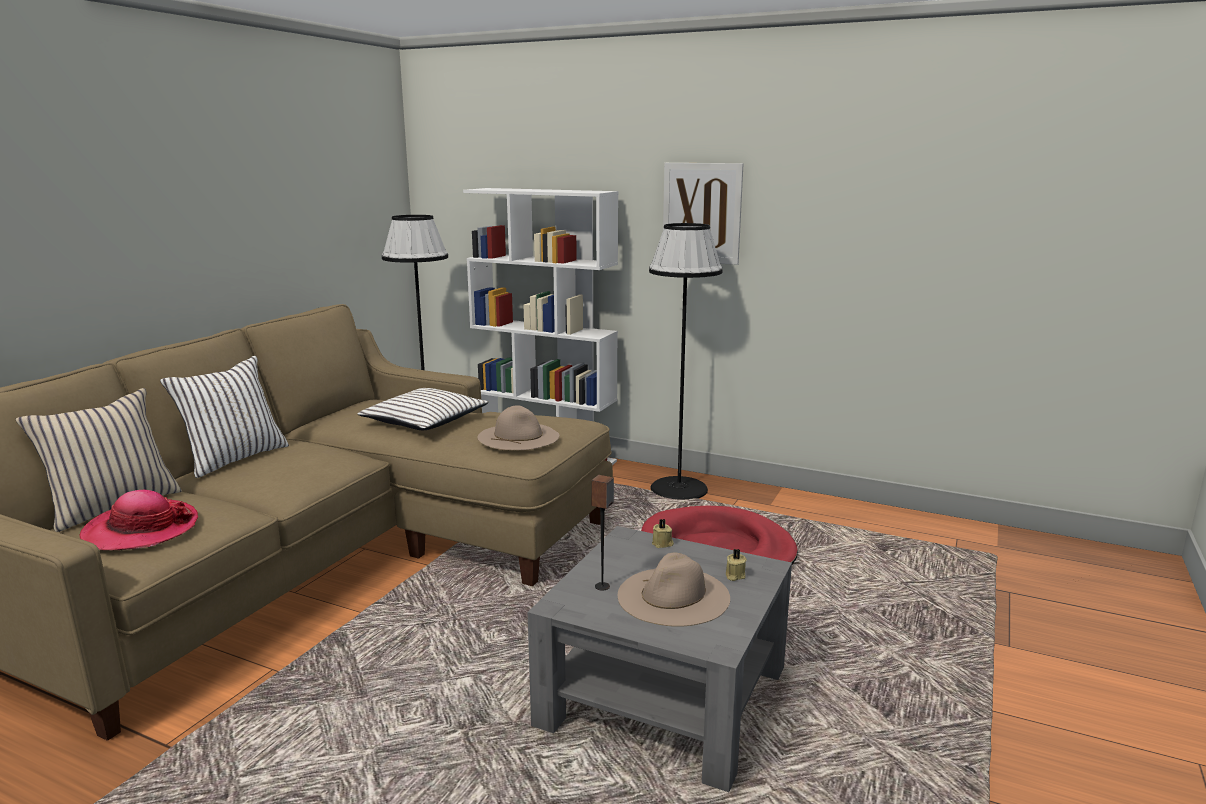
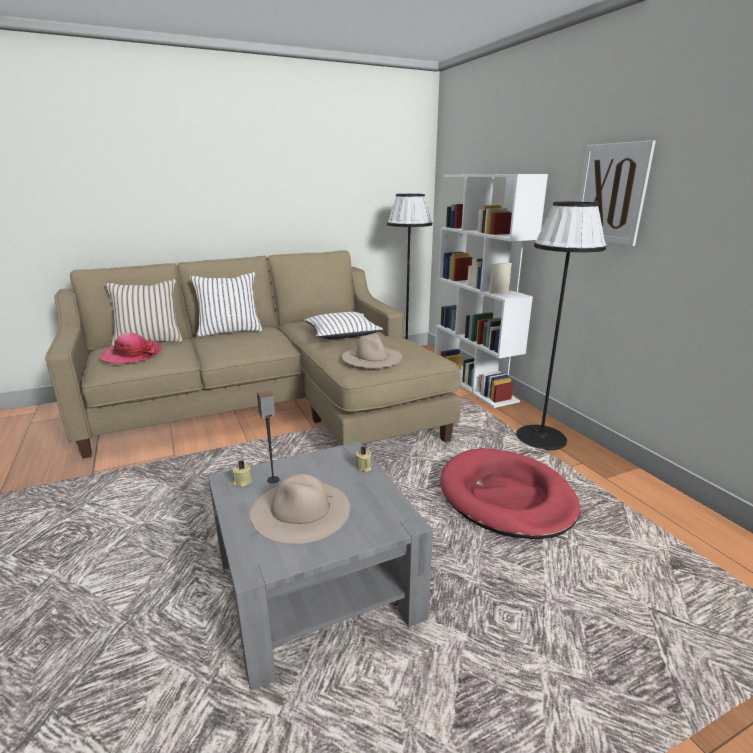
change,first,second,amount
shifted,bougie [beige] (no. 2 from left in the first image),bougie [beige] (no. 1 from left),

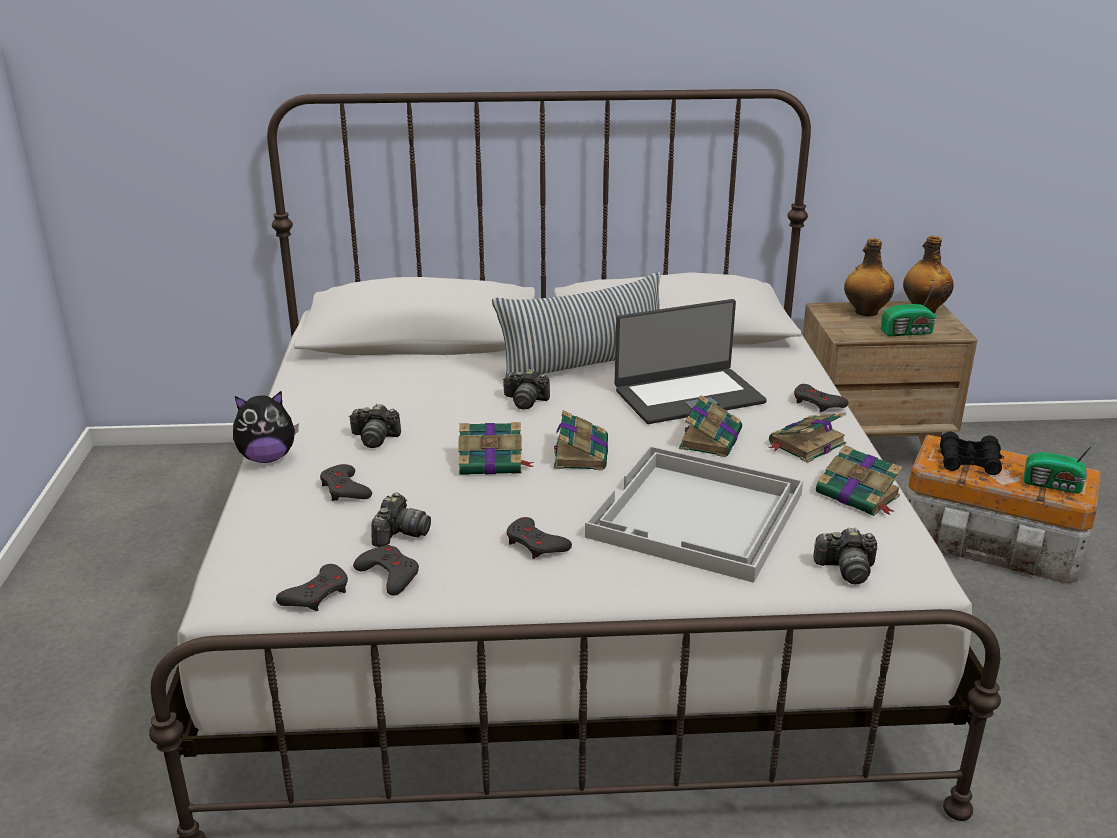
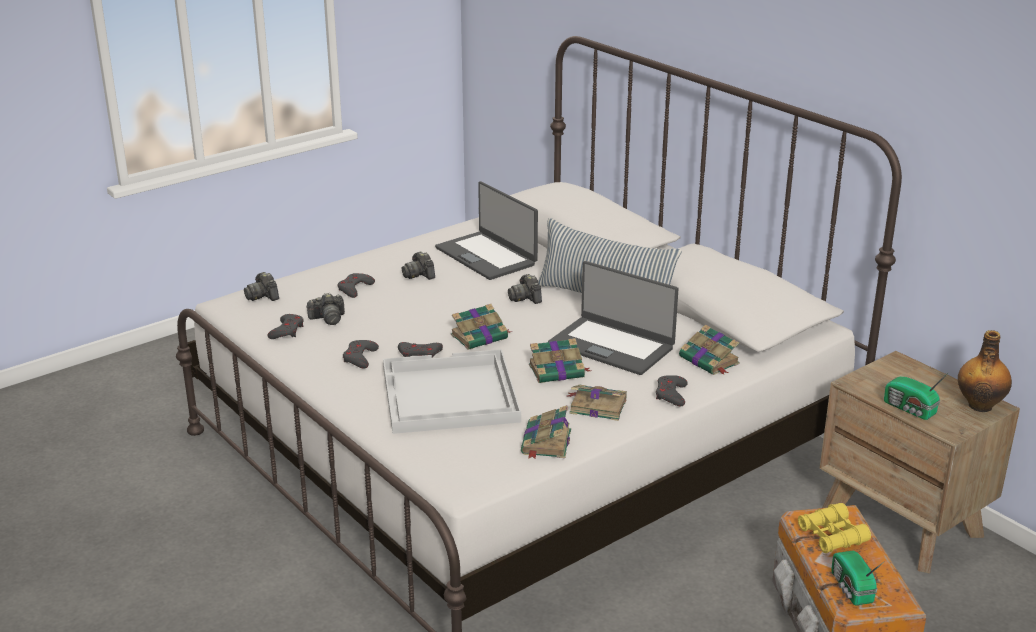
change,first,second,amount
gone,peluche,,
shifted,manette [gris] (no. 1 from left in the first image),manette [gris] (no. 4 from left),
shifted,livre (no. 1 from left in the first image),livre (no. 5 from left),
shifted,appareil photo (no. 4 from left in the first image),appareil photo (no. 1 from left),
gone,bouteille (no. 1 from left),,
repainted,jumelles [noir],jumelles [jaune],
new,,ordinateur portable (no. 1 from left),

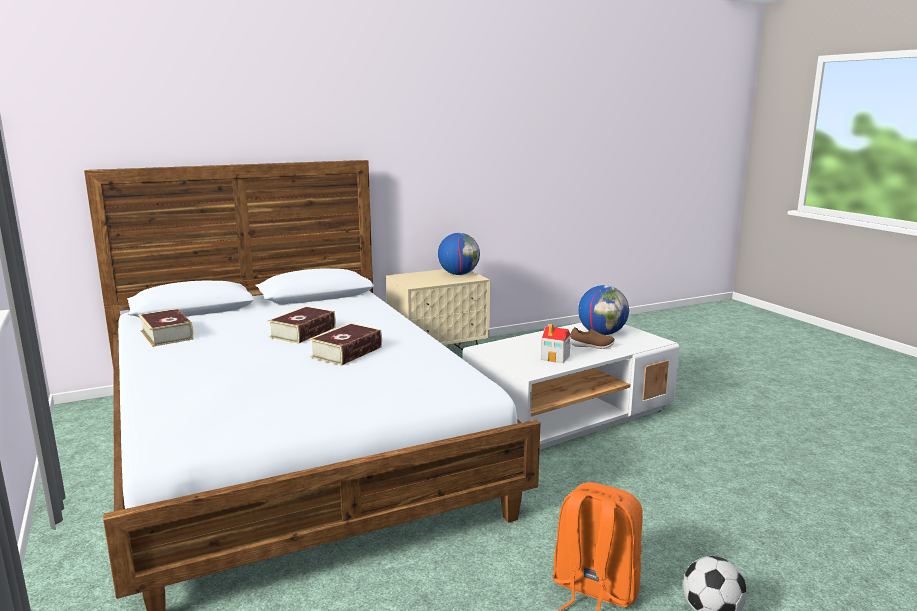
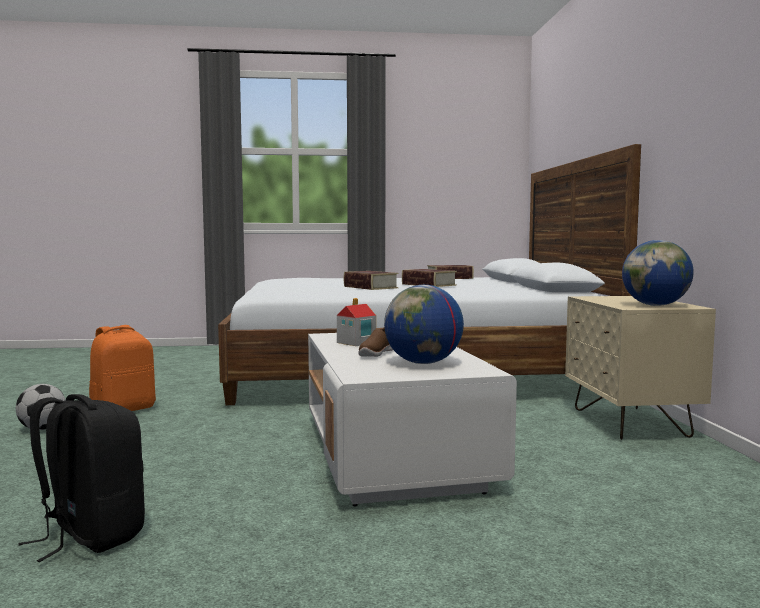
change,first,second,amount
new,,sac à dos [noir],

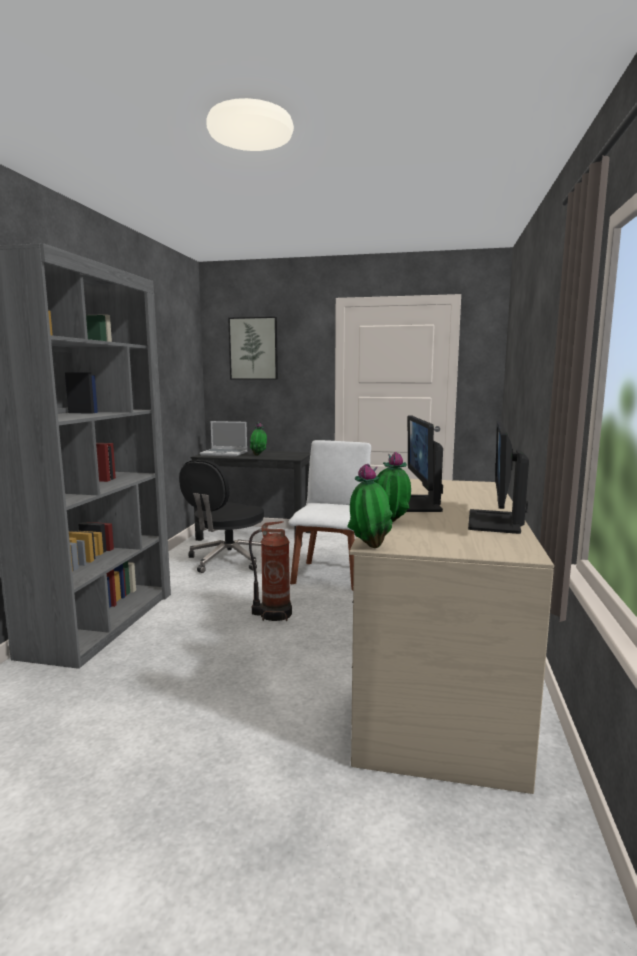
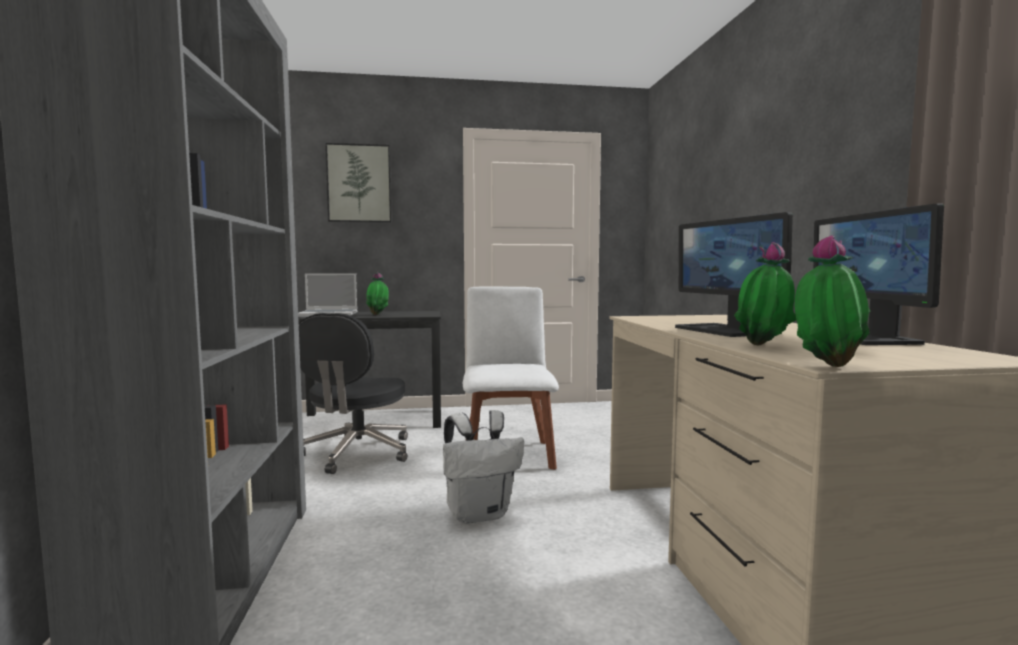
change,first,second,amount
swapped,extincteur,sac à dos [blanc],

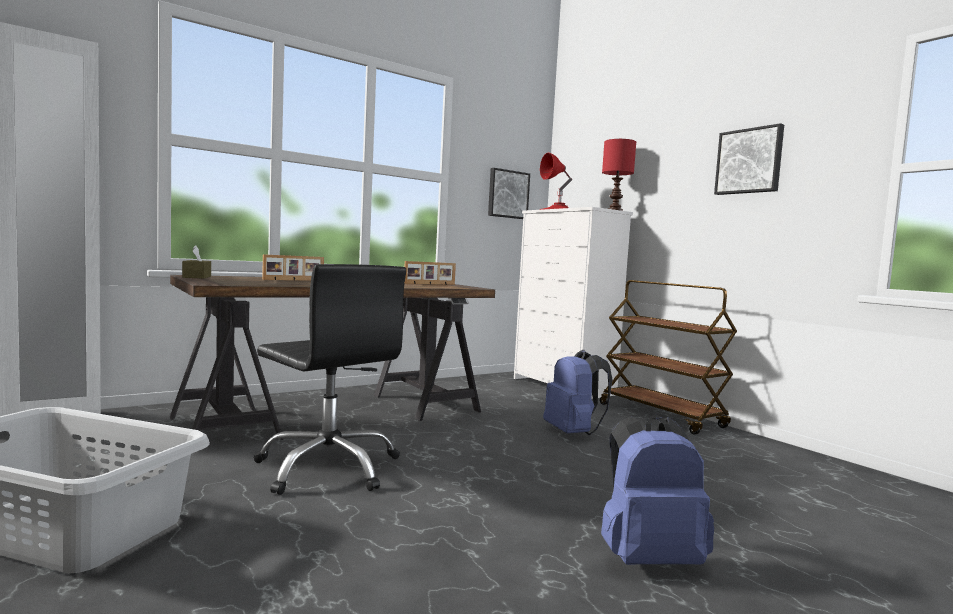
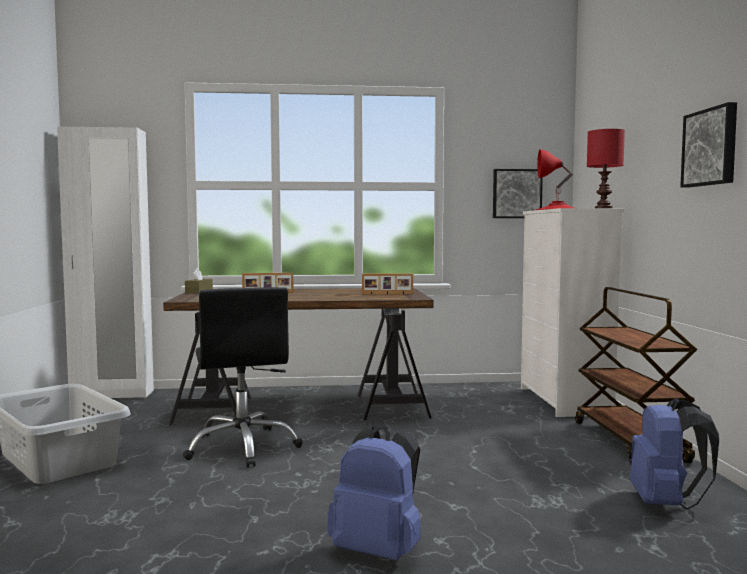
change,first,second,amount
shifted,sac à dos [bleu] (no. 1 from left in the first image),sac à dos [bleu] (no. 2 from left),

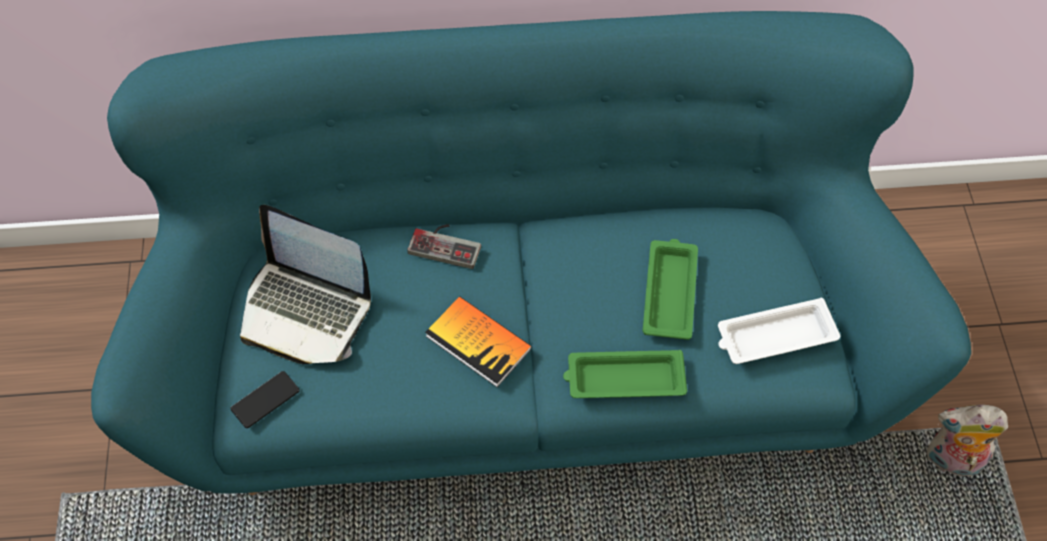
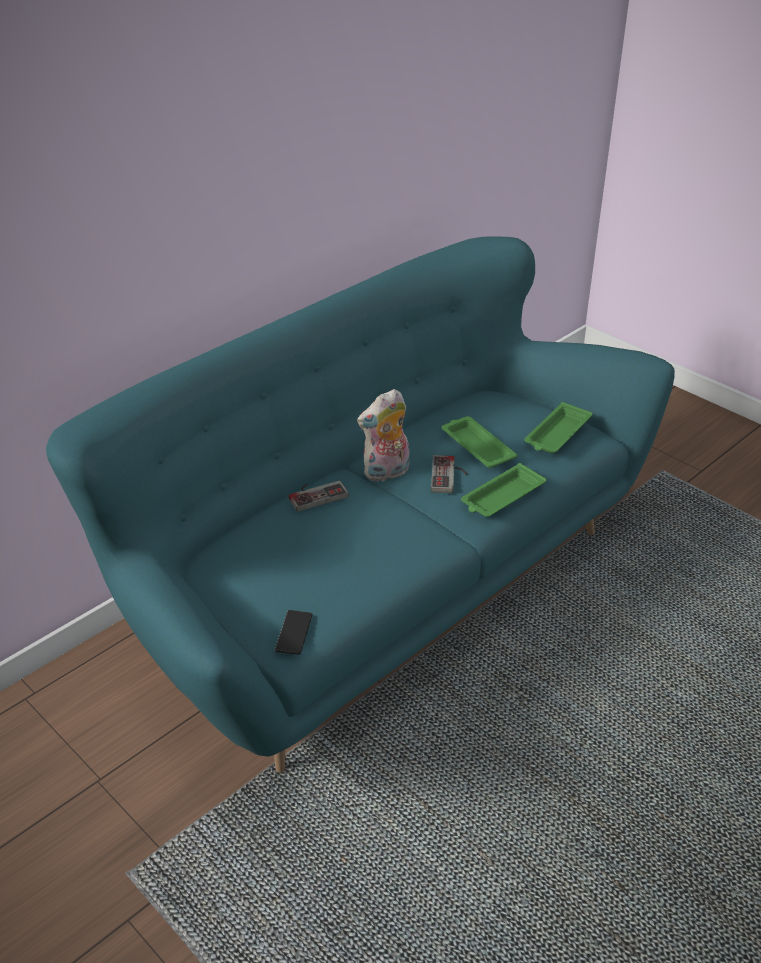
change,first,second,amount
gone,ordinateur portable,,
gone,livre,,
repainted,plateau [blanc],plateau [vert] (no. 3 from left),
shifted,peluche,,
new,,manette (no. 2 from left),

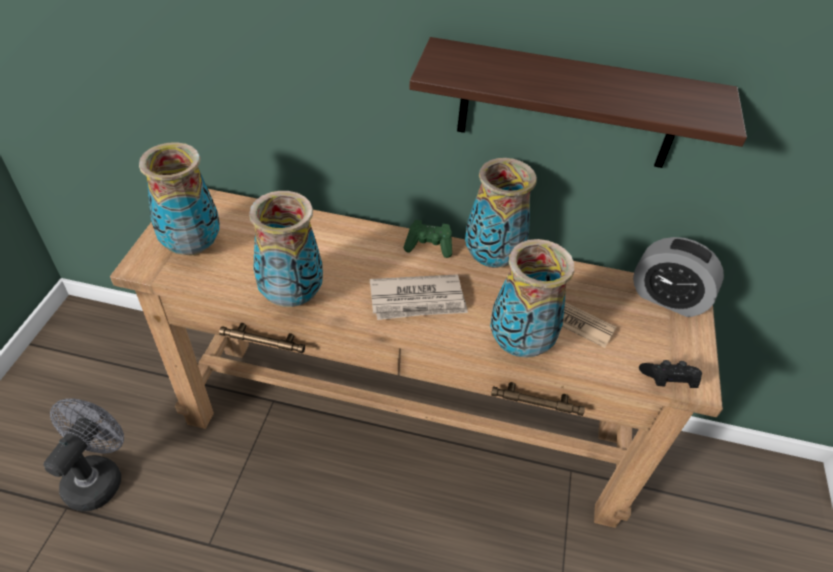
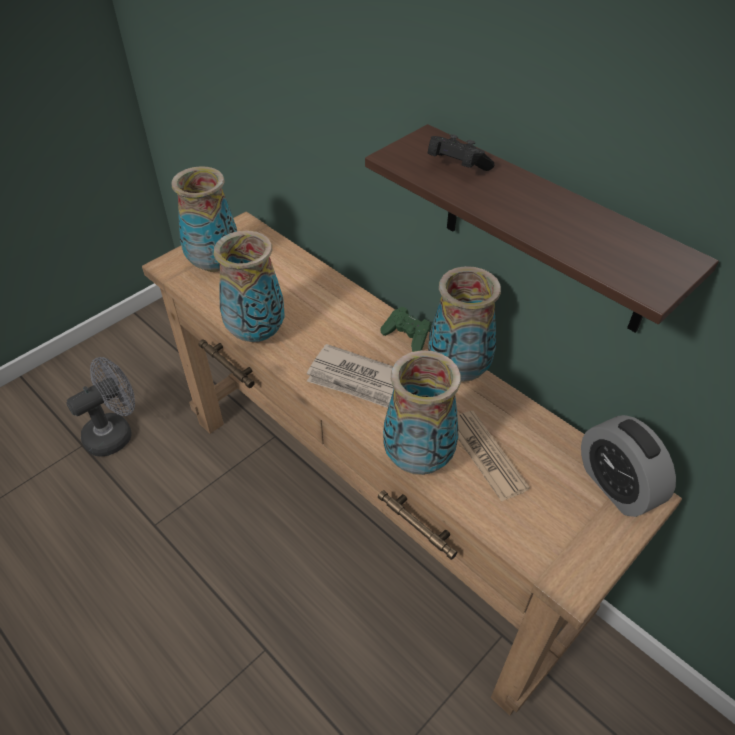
change,first,second,amount
shifted,manette [noir],,

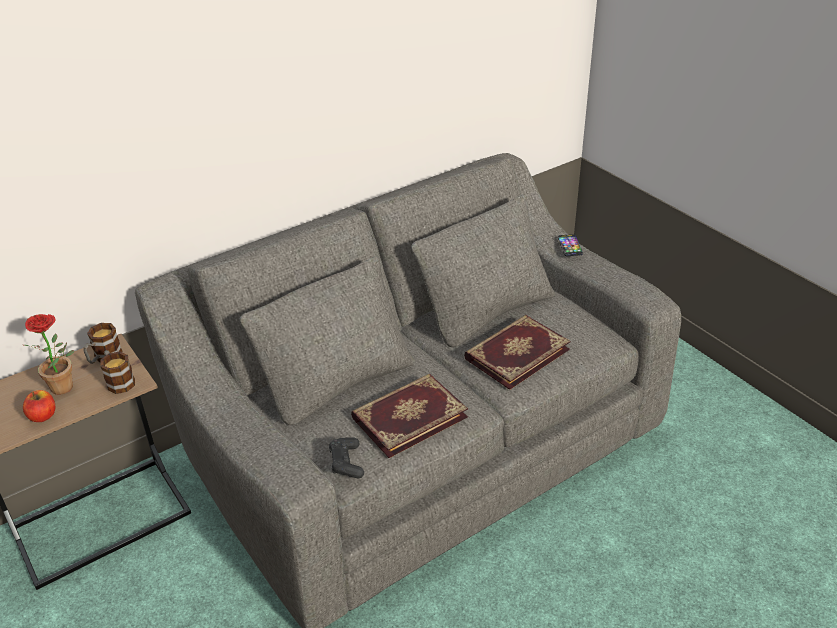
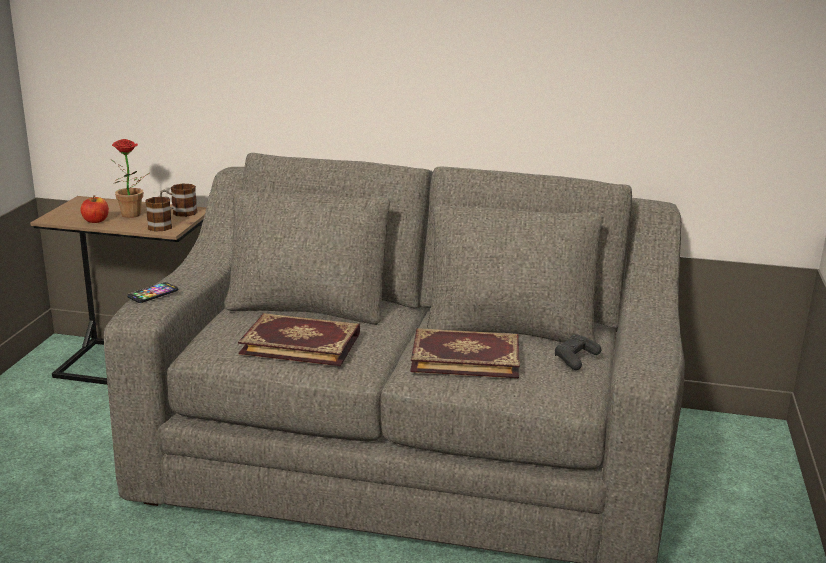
change,first,second,amount
shifted,manette [noir],,
shifted,téléphone,,

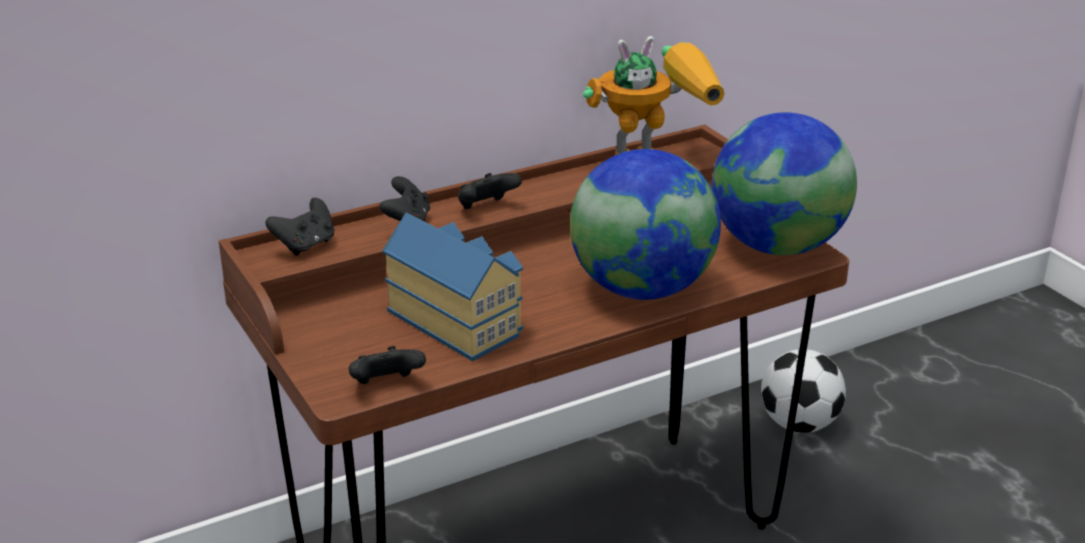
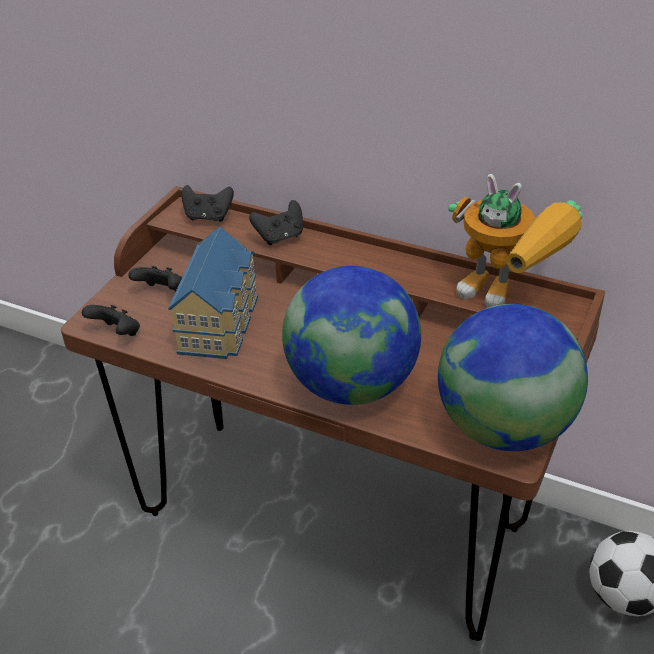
change,first,second,amount
shifted,manette [noir] (no. 4 from left in the first image),manette [noir] (no. 2 from left),

